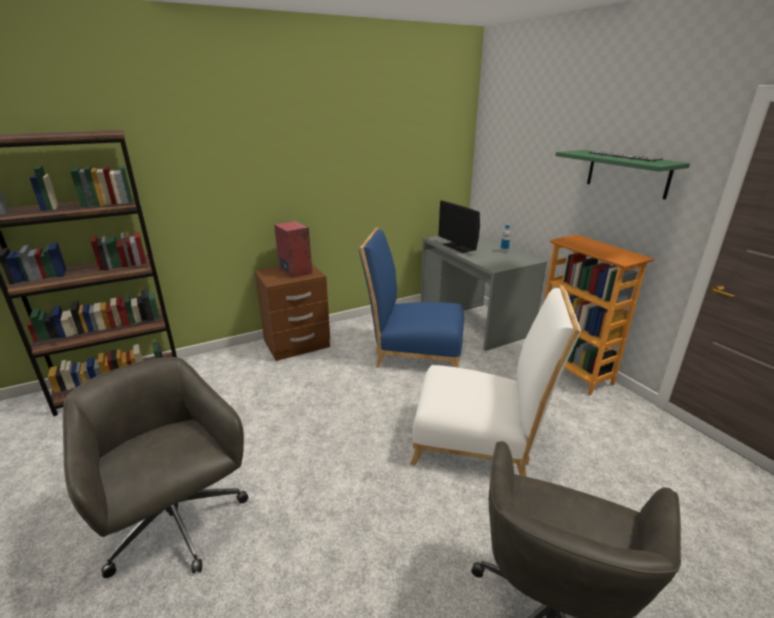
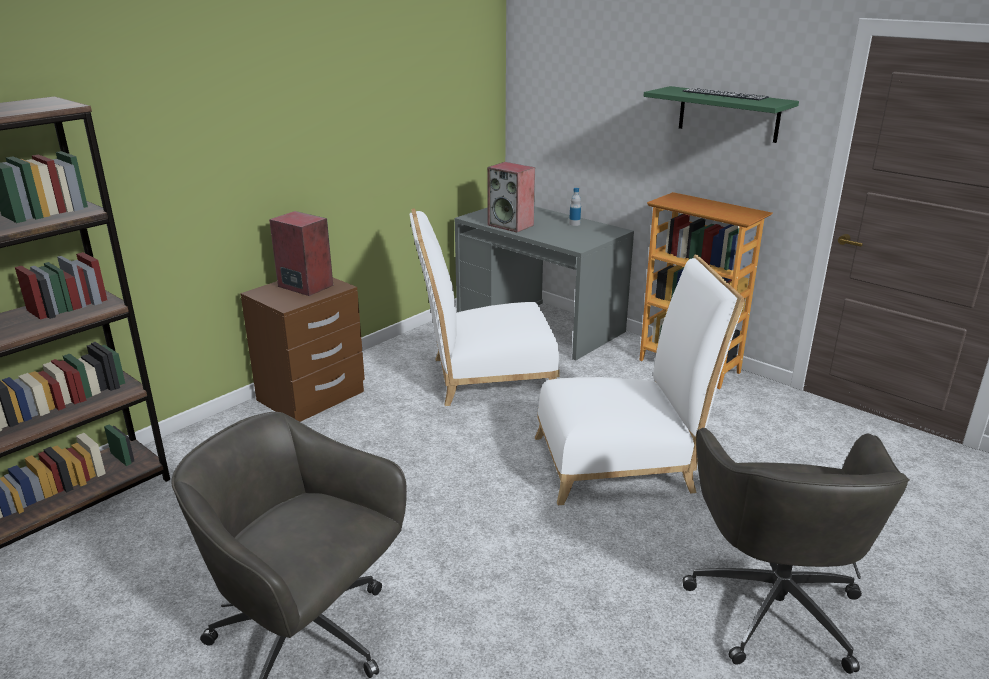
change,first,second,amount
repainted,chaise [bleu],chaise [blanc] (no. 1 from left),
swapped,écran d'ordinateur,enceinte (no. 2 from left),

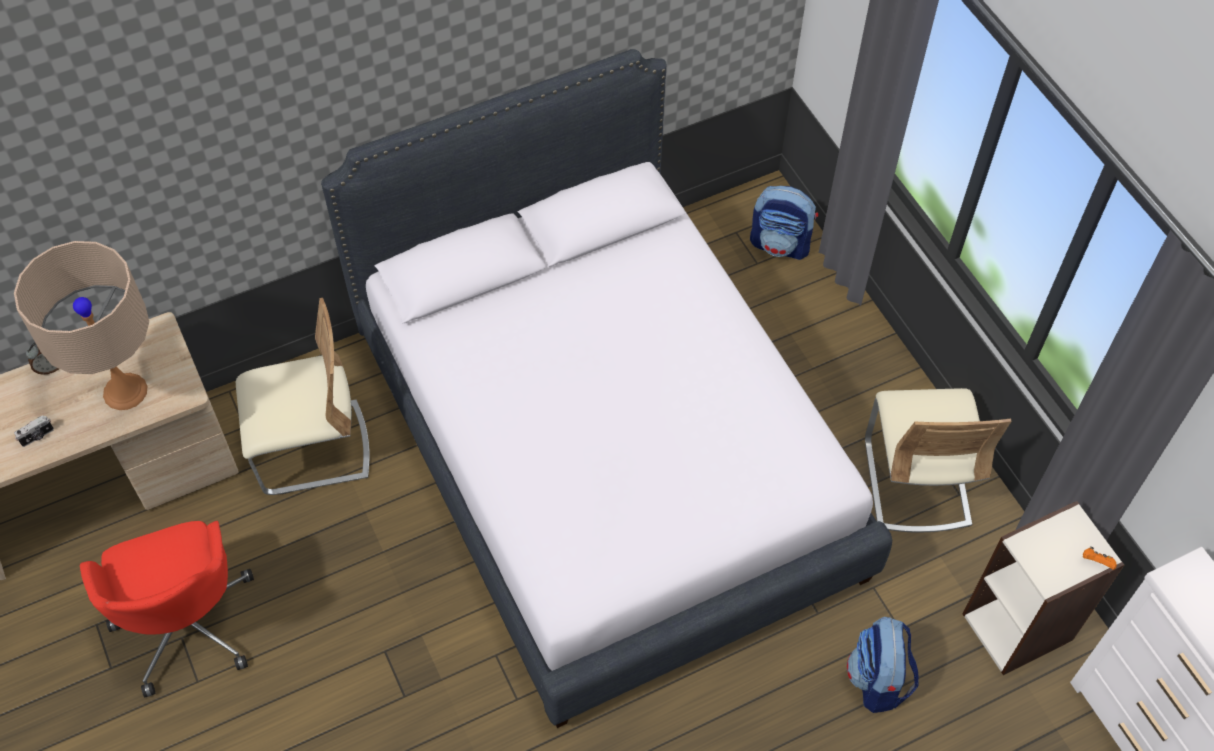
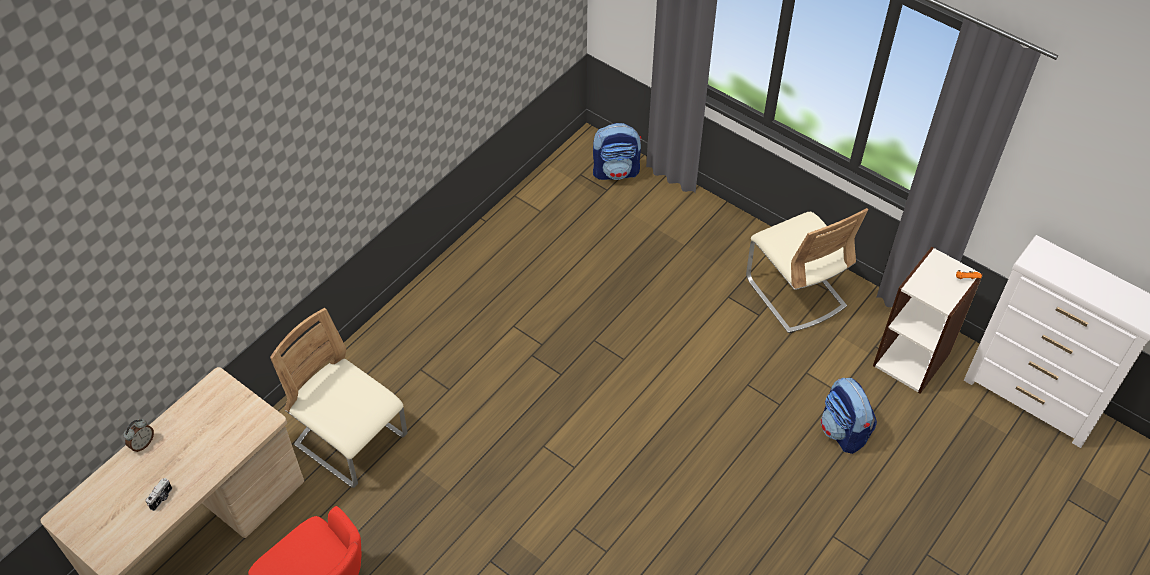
change,first,second,amount
gone,lampe de table [beige],,
rotated,chaise [beige] (no. 1 from left),,105 degrees counterclockwise
gone,lit [blanc],,

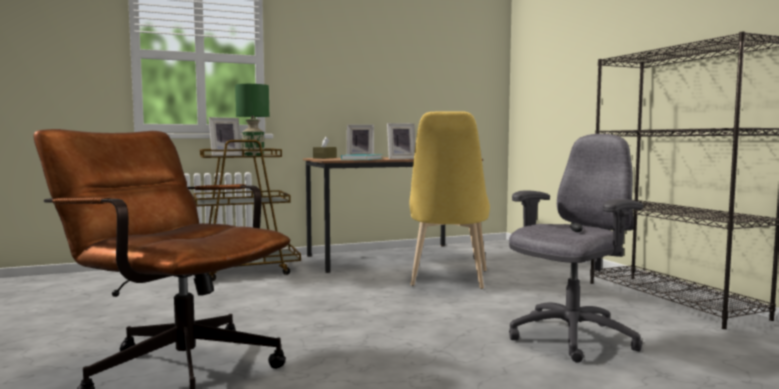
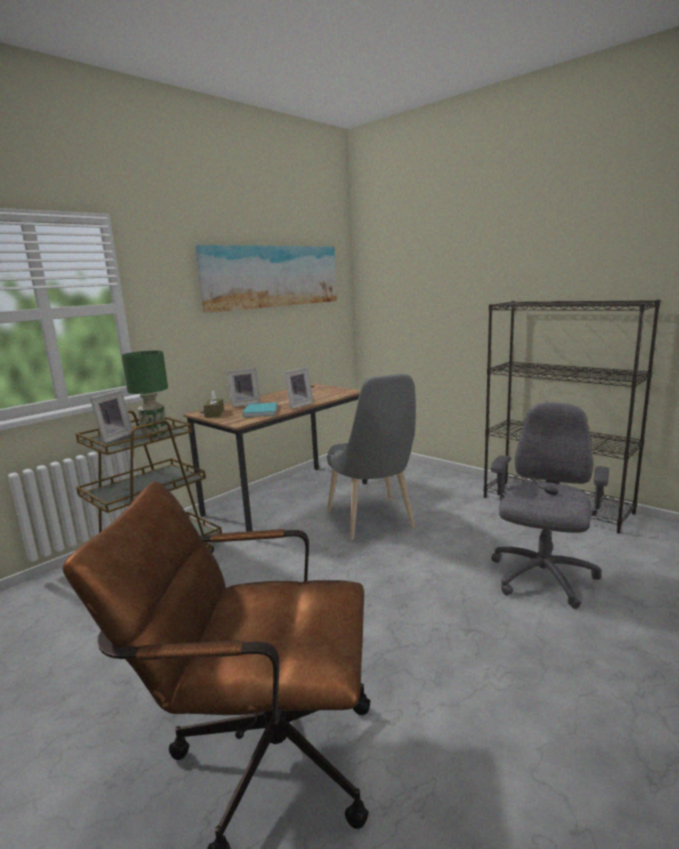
change,first,second,amount
repainted,chaise [jaune],chaise [gris],
new,,tableau,

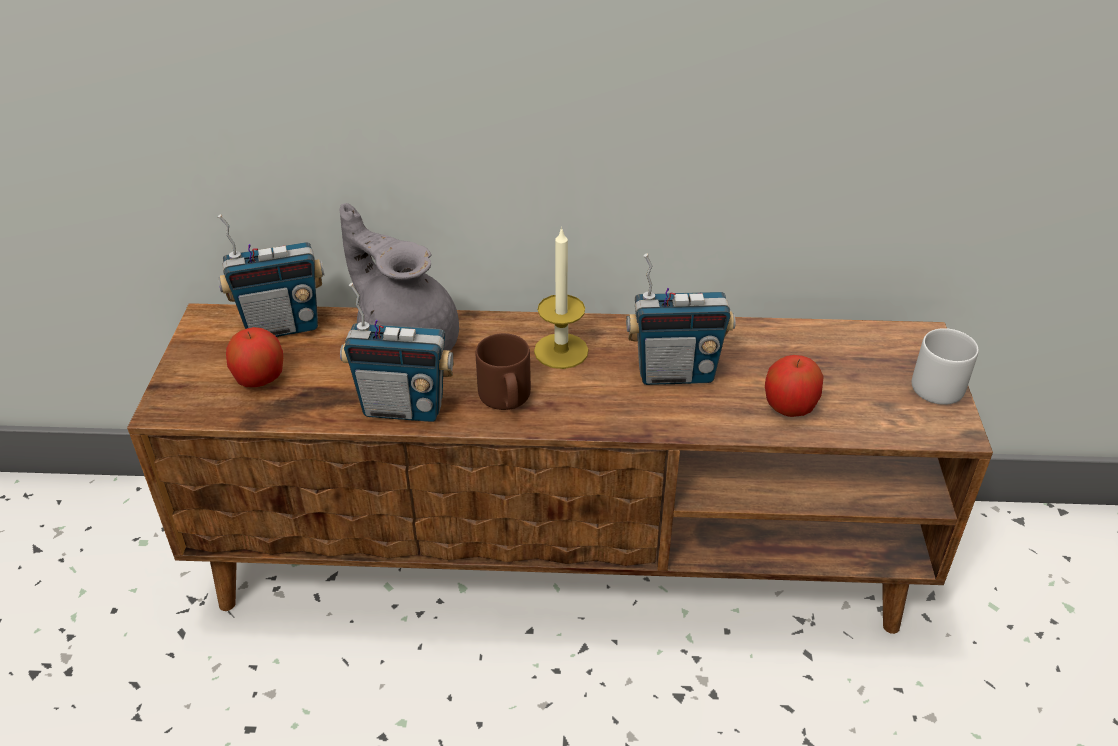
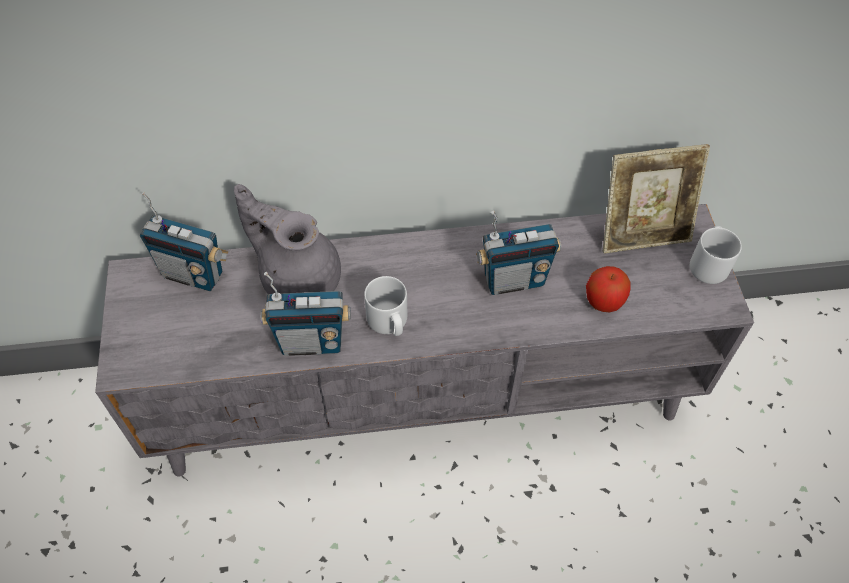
change,first,second,amount
repainted,meuble télé [marron],meuble télé [gris],
rotated,radio (no. 1 from left),,45 degrees clockwise
gone,pomme (no. 1 from left),,
repainted,mug [marron],mug [gris] (no. 1 from left),
gone,bougie,,
new,,cadre photo,

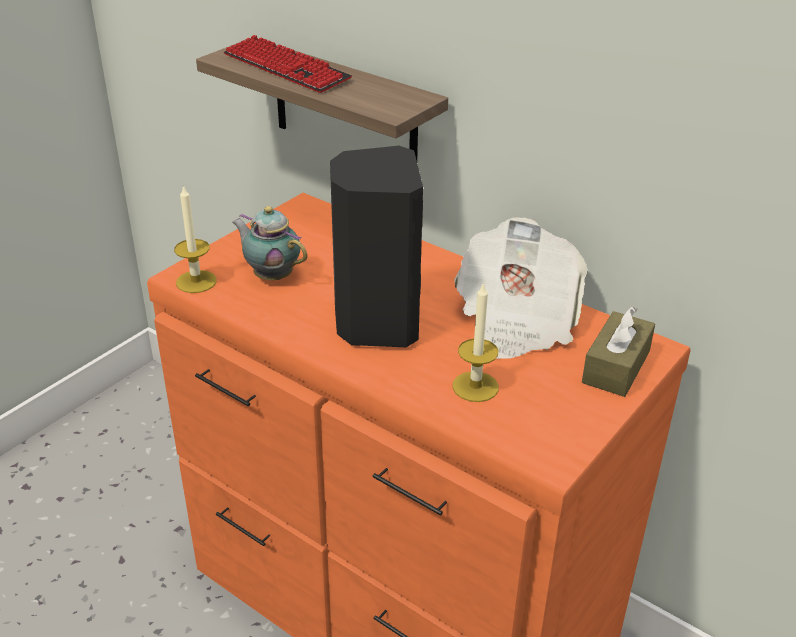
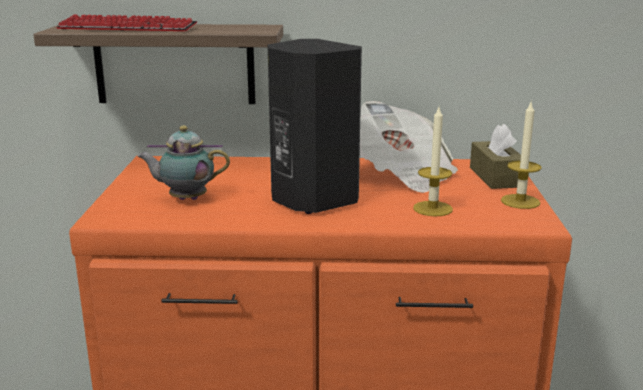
change,first,second,amount
shifted,bougie (no. 1 from left in the first image),bougie (no. 2 from left),

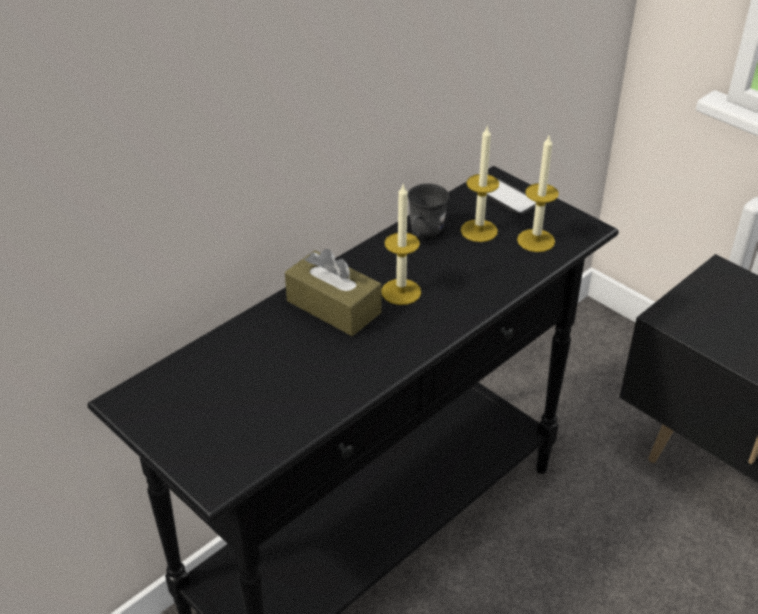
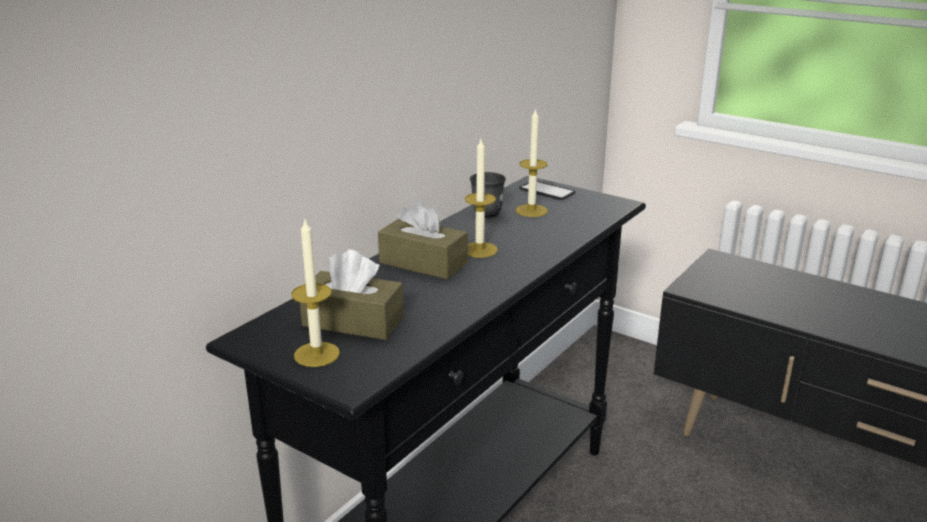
change,first,second,amount
shifted,bougie (no. 3 from left in the first image),bougie (no. 1 from left),
new,,boîte à mouchoirs [marron] (no. 1 from left),

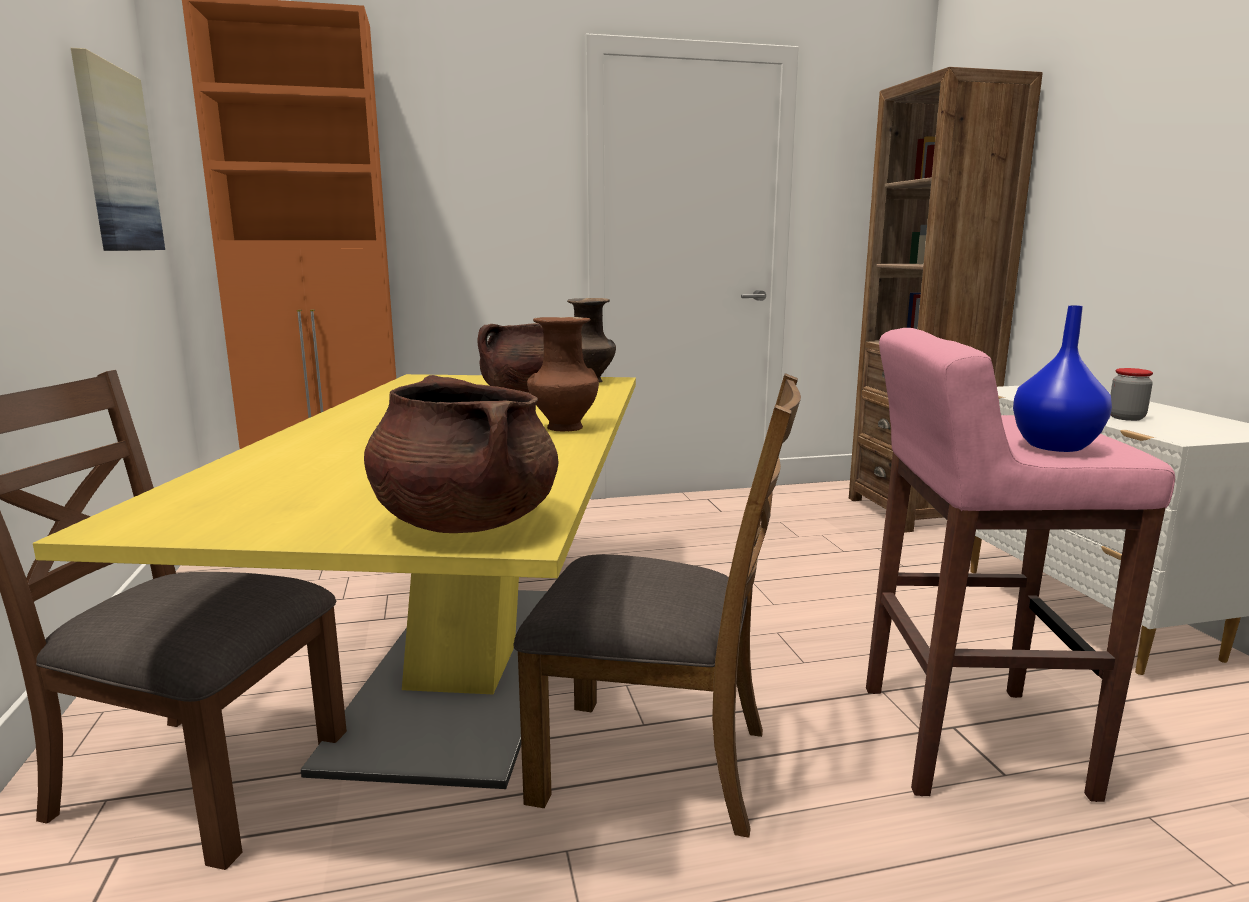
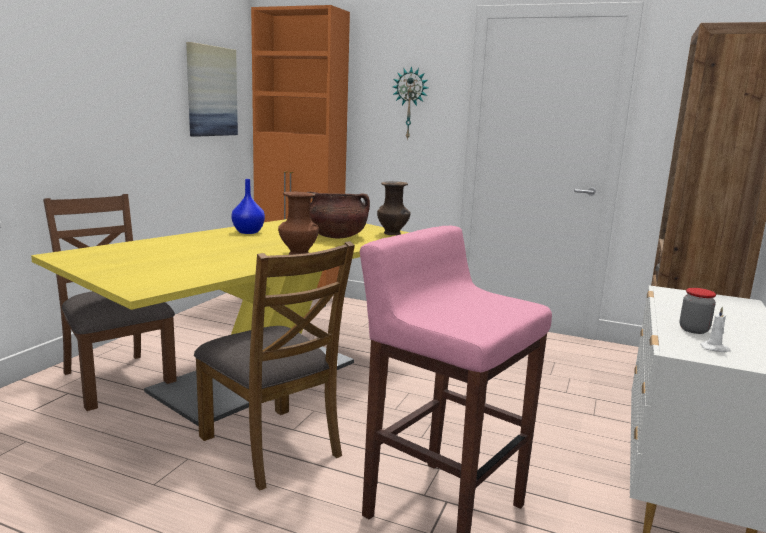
change,first,second,amount
gone,marmite [marron] (no. 1 from left),,
shifted,vase [bleu],,
new,,horloge murale,
new,,bougie [blanc],

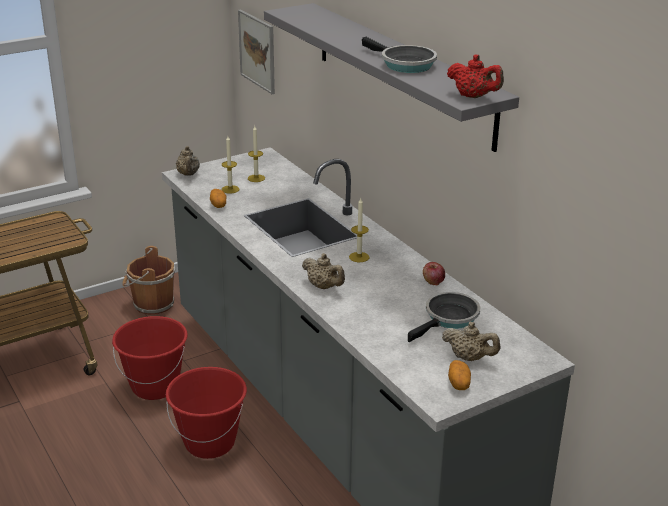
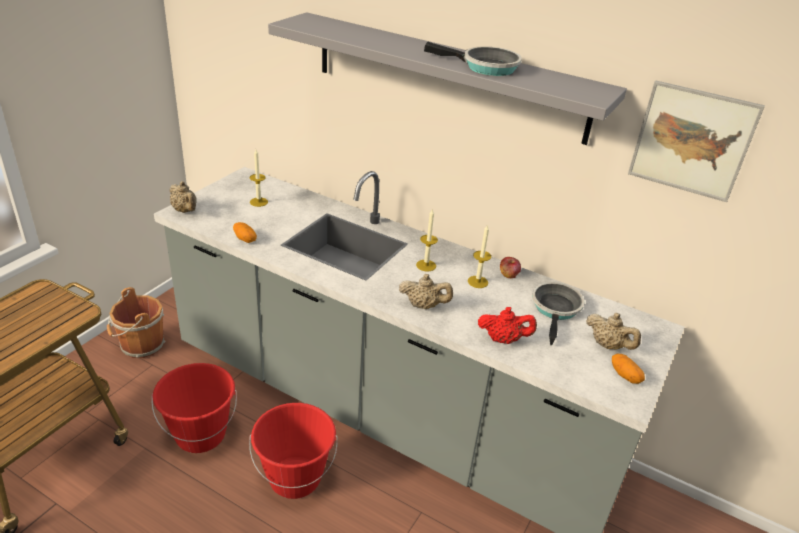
change,first,second,amount
shifted,bougie (no. 1 from left in the first image),bougie (no. 3 from left),
shifted,tableau,,
rotated,théière [beige] (no. 3 from left),,45 degrees clockwise
shifted,théière [rouge],,

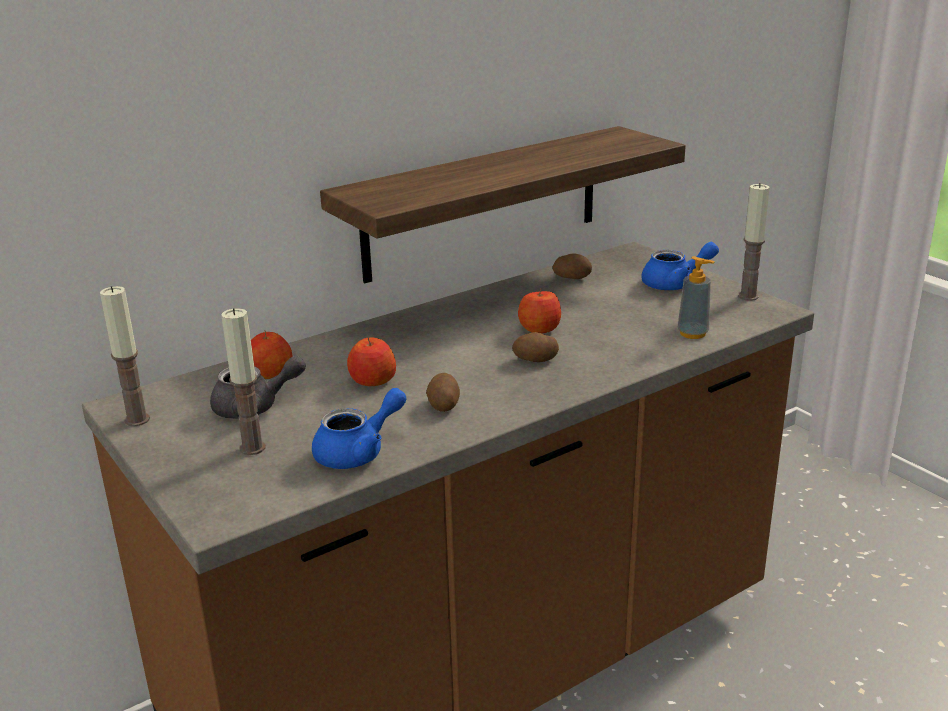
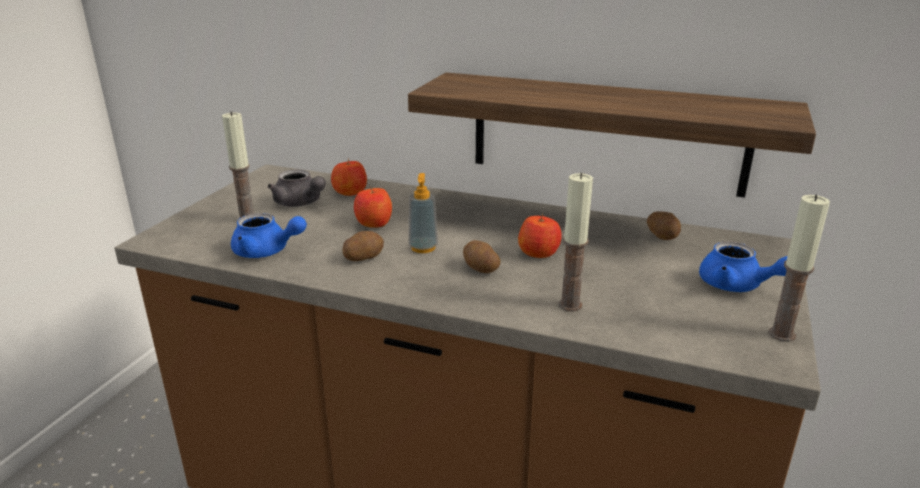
change,first,second,amount
shifted,bougie (no. 1 from left in the first image),bougie (no. 2 from left),
shifted,distributeur de savon,,

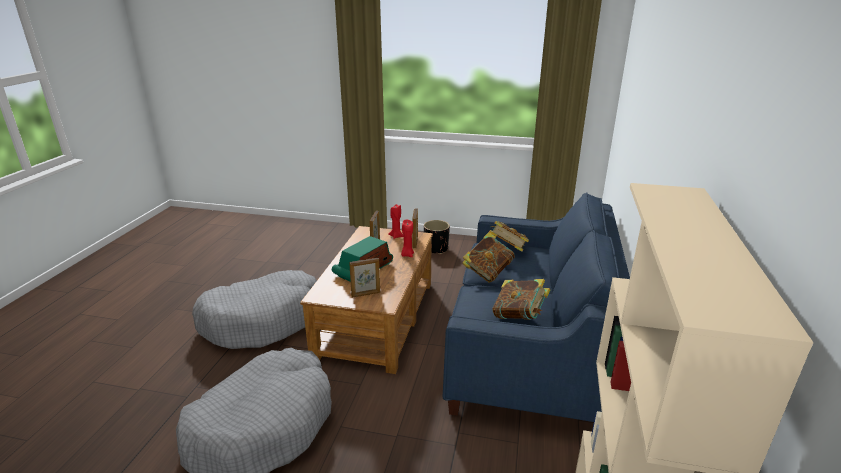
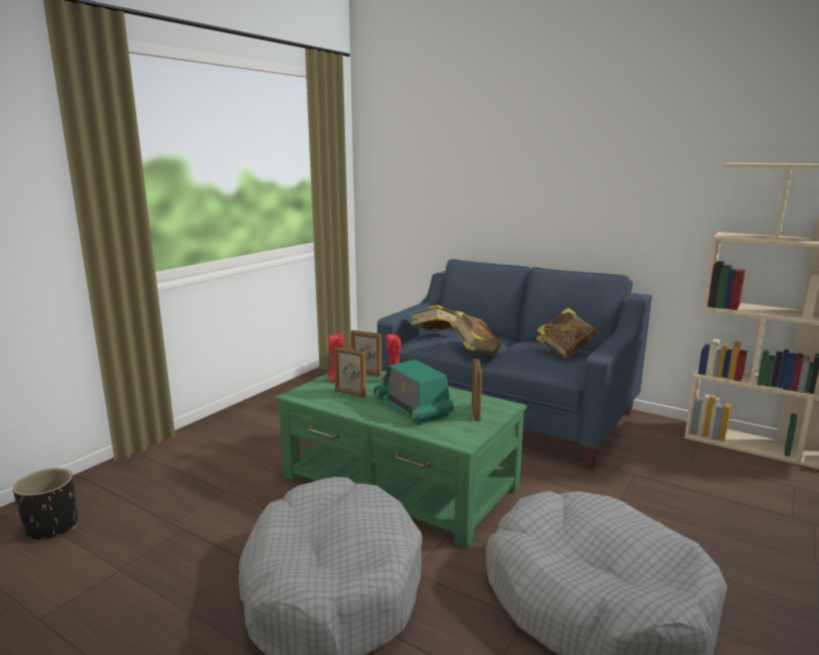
change,first,second,amount
repainted,table basse [marron],table basse [vert],
shifted,cache-pot [noir],,

